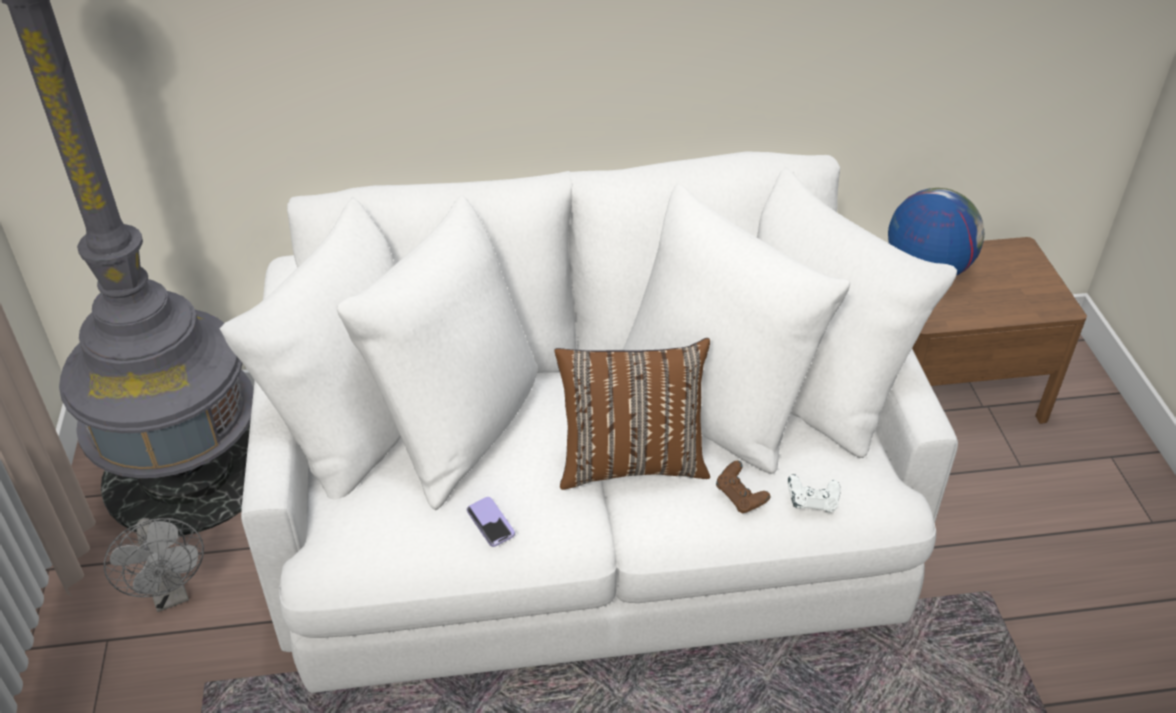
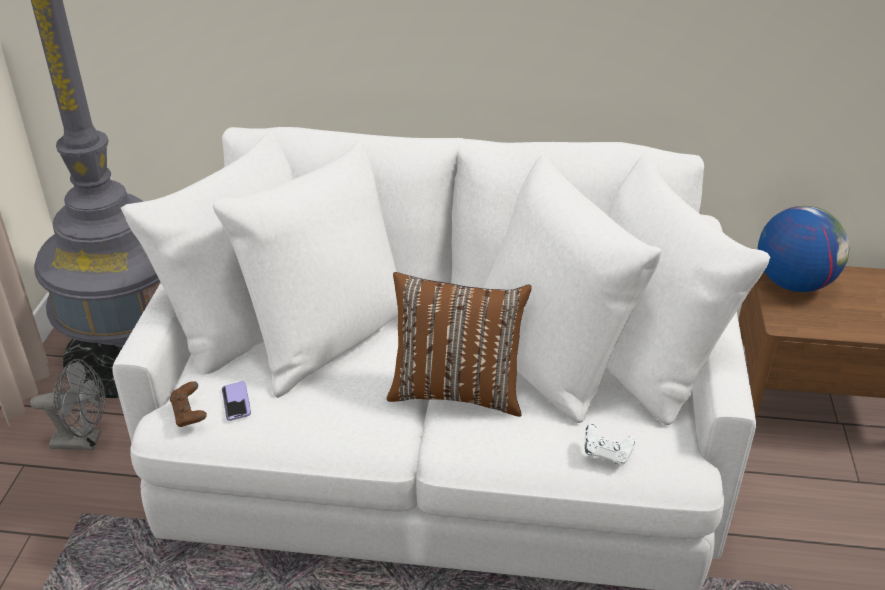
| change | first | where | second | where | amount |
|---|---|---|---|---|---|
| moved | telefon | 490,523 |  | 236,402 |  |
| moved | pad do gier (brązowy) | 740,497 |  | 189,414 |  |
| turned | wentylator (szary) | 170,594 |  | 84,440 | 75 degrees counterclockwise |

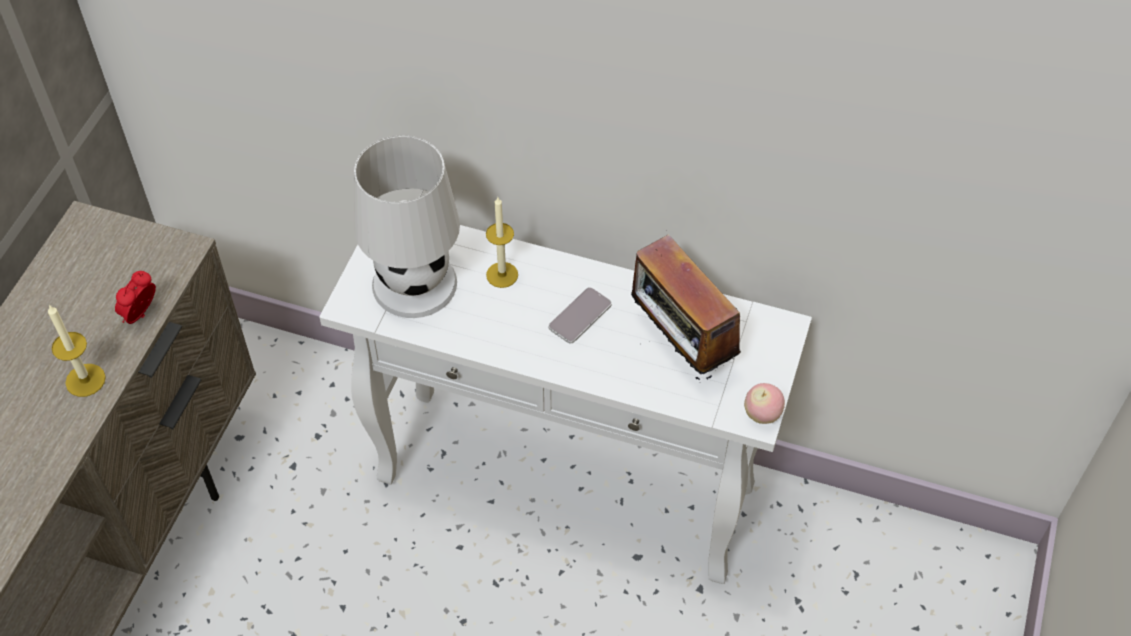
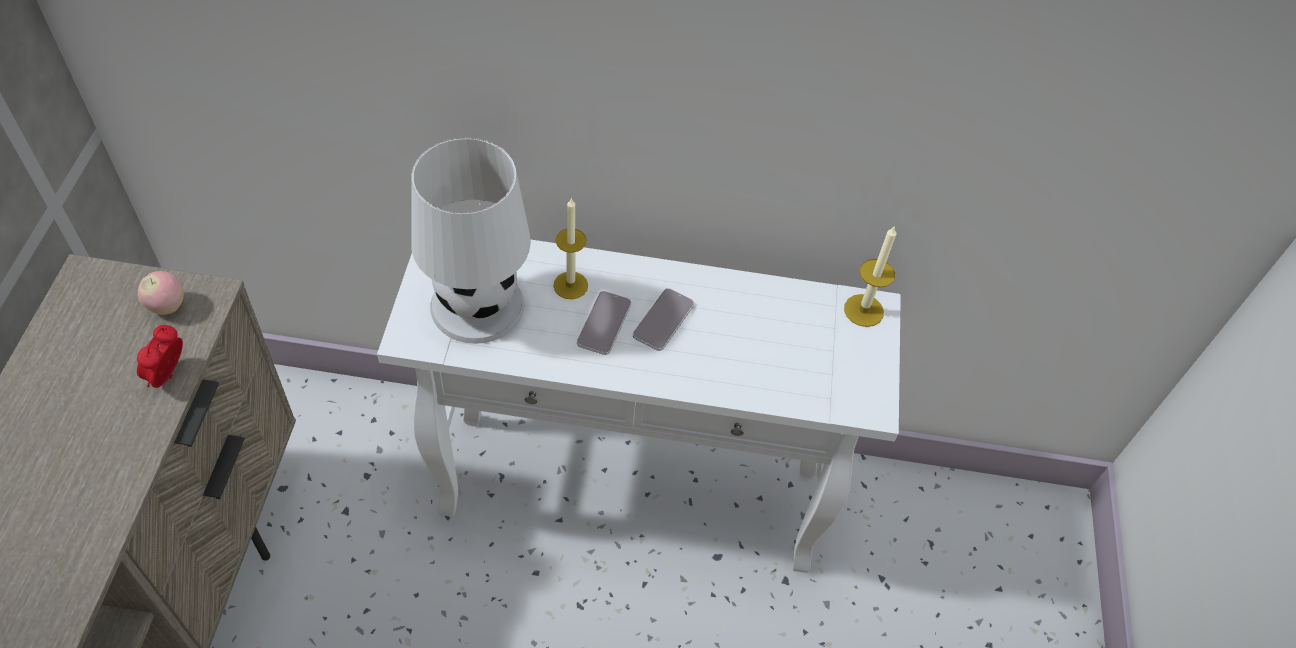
| change | first | where | second | where | amount |
|---|---|---|---|---|---|
| removed | radio | 680,346 |  |  |  |
| added |  |  | telefon | 604,323 |  |
| moved | świeca | 85,380 |  | 863,310 |  |
| moved | jabłko | 762,415 |  | 167,306 |  |

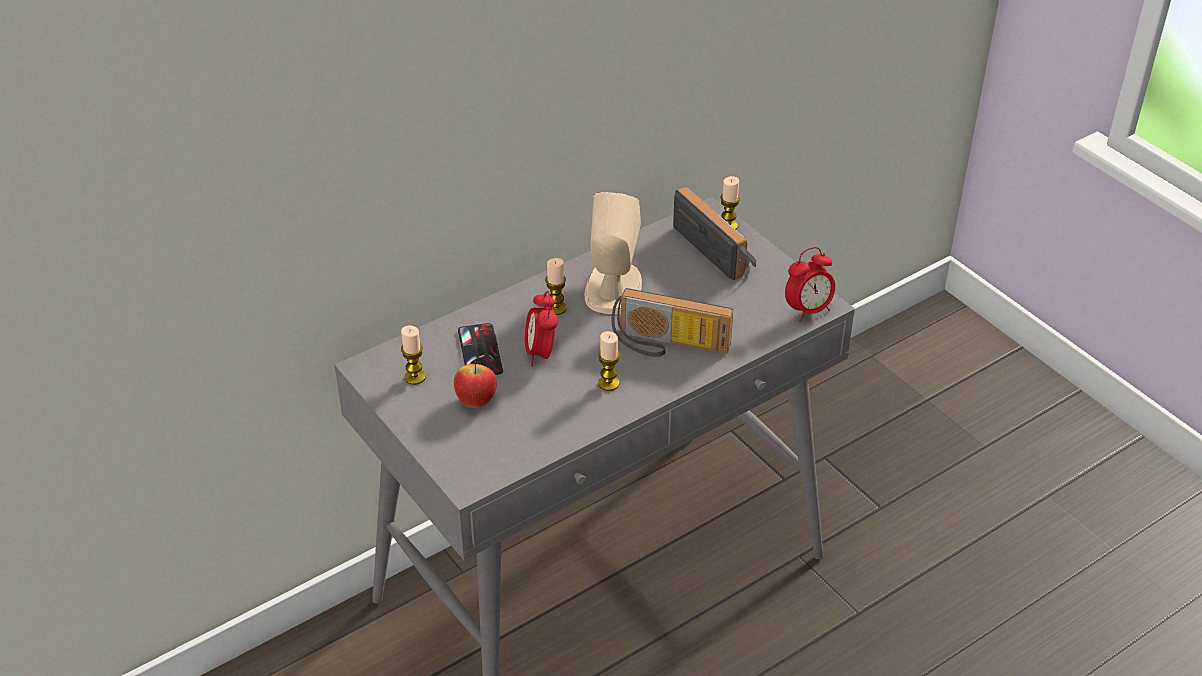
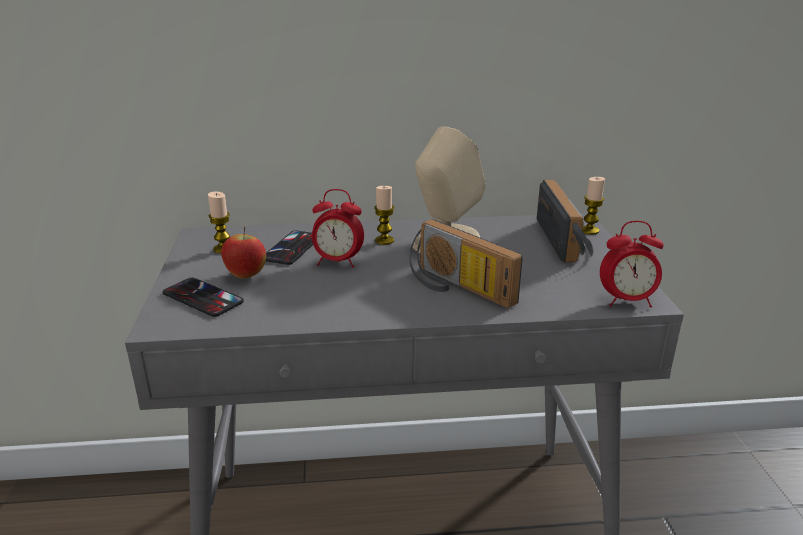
| change | first | where | second | where | amount |
|---|---|---|---|---|---|
| removed | świeca | 608,383 |  |  |  |
| added |  |  | telefon | 202,298 |  |
| turned | budzik | 541,353 |  | 338,262 | 105 degrees counterclockwise |

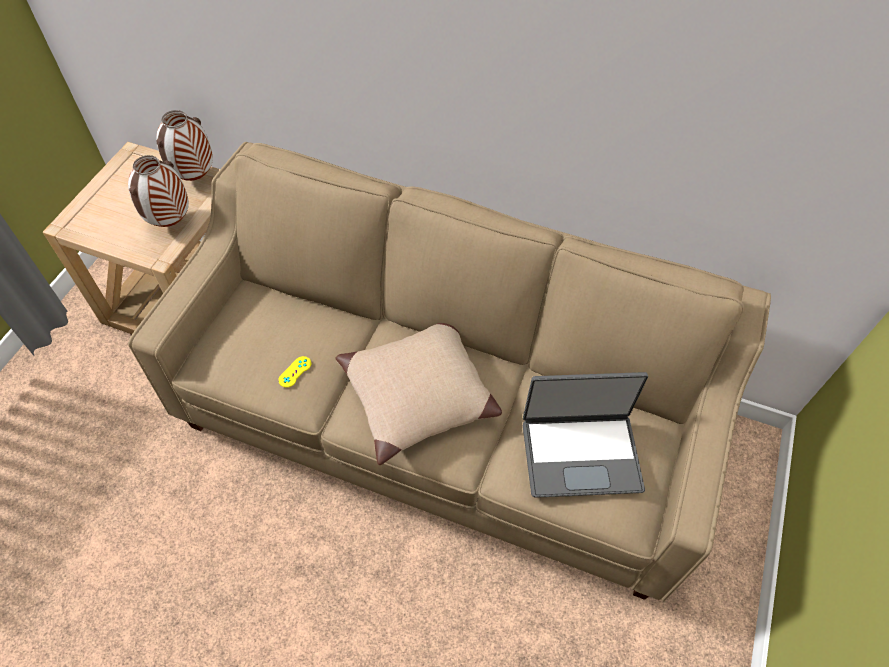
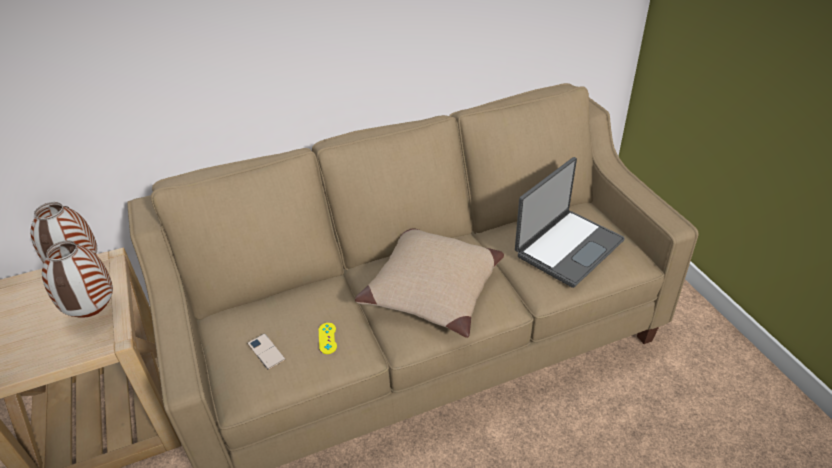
| change | first | where | second | where | amount |
|---|---|---|---|---|---|
| added |  |  | telefon | 266,351 |  |

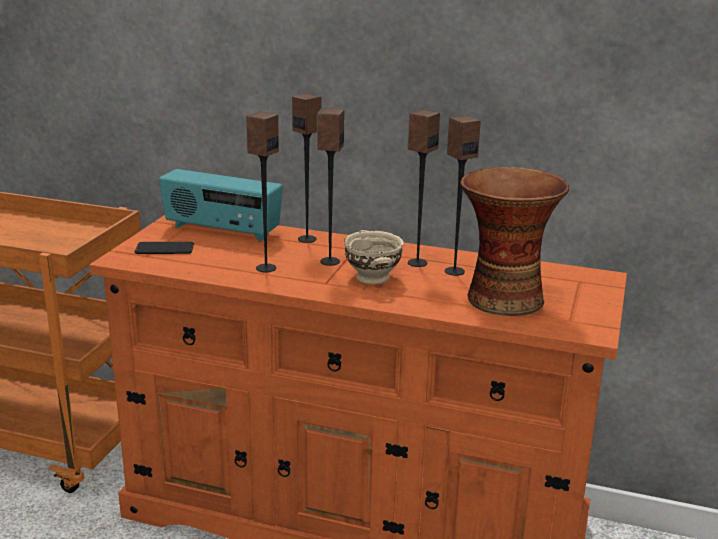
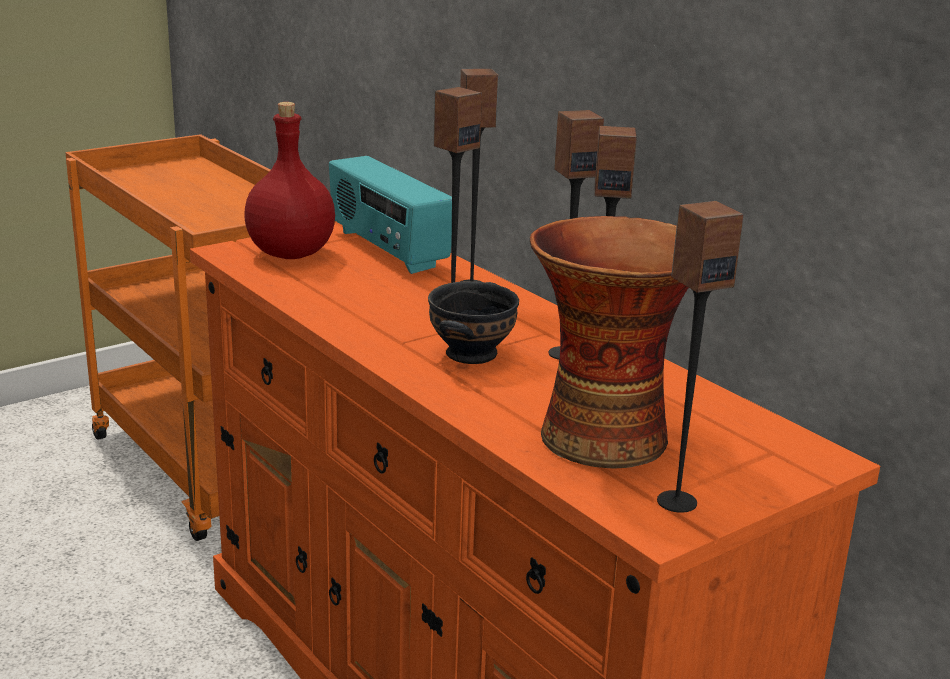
| change | first | where | second | where | amount |
|---|---|---|---|---|---|
| moved | głośnik | 265,268 |  | 676,501 |  |
| replaced | telefon | 164,249 | butelka (czerwony) | 290,253 |  |
| recoloured | miska (beżowy) | 372,278 | miska (czarny) | 469,354 |  |

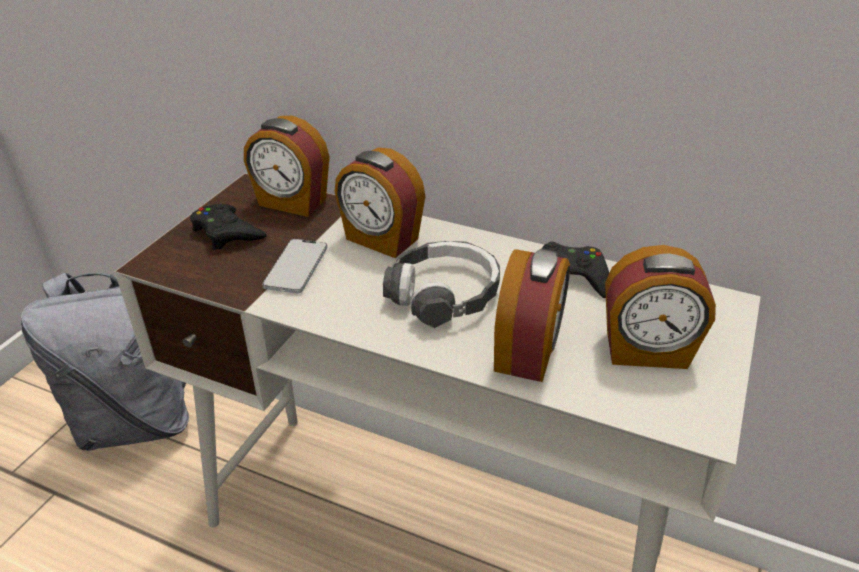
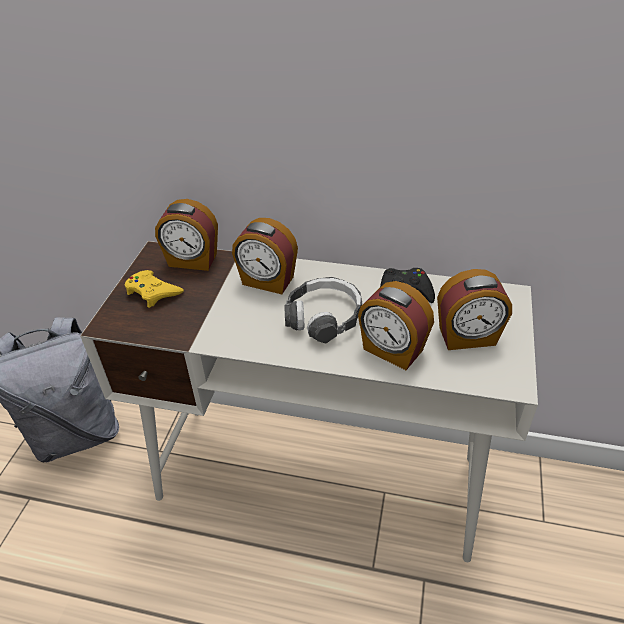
| change | first | where | second | where | amount |
|---|---|---|---|---|---|
| removed | telefon | 296,267 |  |  |  |
| recoloured | pad do gier (czarny) | 227,233 | pad do gier (żółty) | 153,292 |  |
| turned | budzik | 528,353 |  | 392,351 | 120 degrees clockwise |

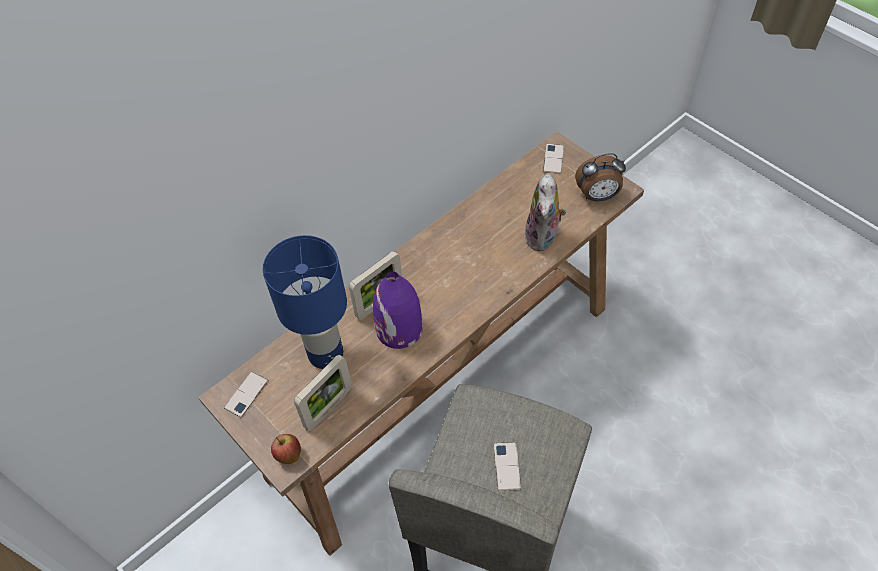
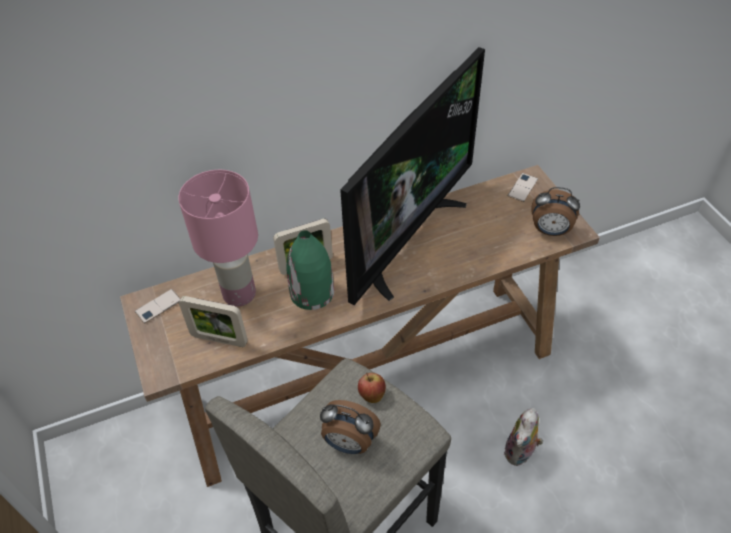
| change | first | where | second | where | amount |
|---|---|---|---|---|---|
| added |  |  | telewizor | 406,239 |  |
| moved | jabłko | 288,455 |  | 372,395 |  |
| moved | pluszak | 543,237 |  | 520,453 |  |
| replaced | telefon | 507,466 | budzik | 349,443 |  |
| recoloured | lampa stołowa (niebieski) | 325,355 | lampa stołowa (różowy) | 238,294 |  |
| recoloured | wazon (fioletowy) | 399,329 | wazon (zielony) | 312,293 |  |
| turned | ramka na zdjęcie | 328,408 |  | 219,339 | 45 degrees clockwise |

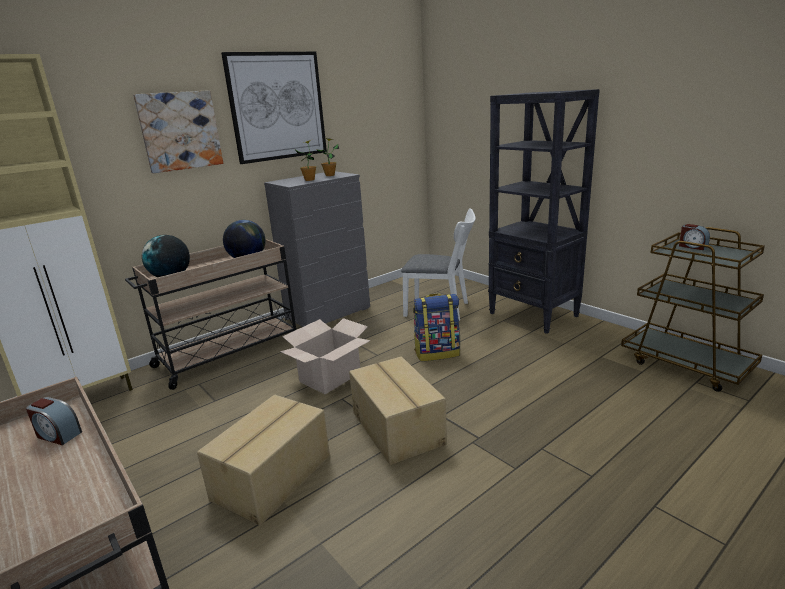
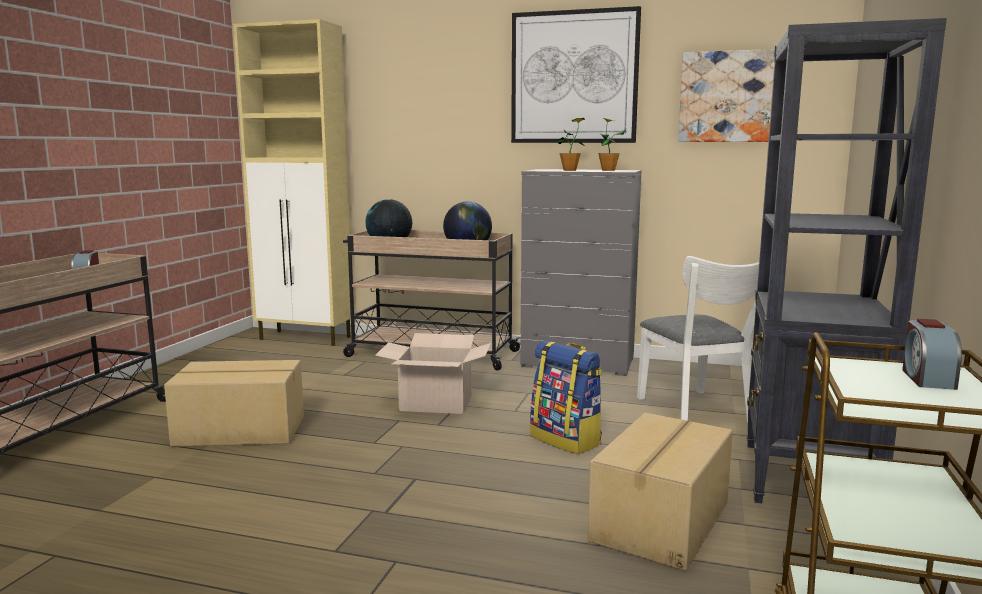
| change | first | where | second | where | amount |
|---|---|---|---|---|---|
| moved | obraz | 180,131 |  | 725,97 |  |
| moved | karton | 398,427 |  | 663,521 |  |

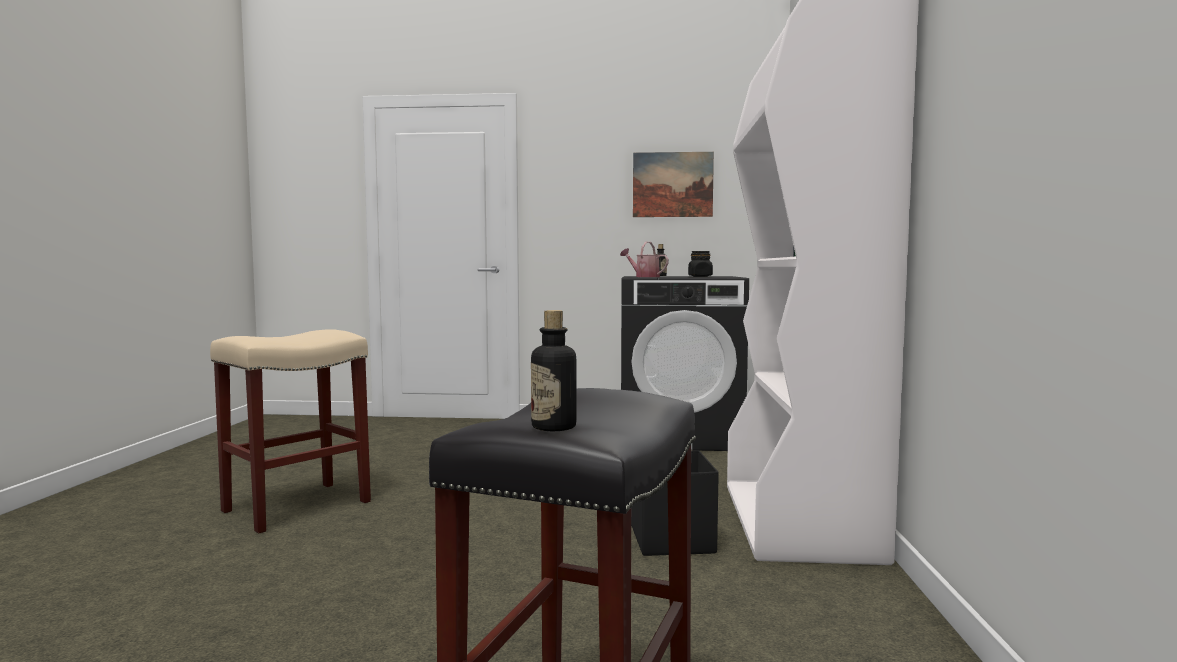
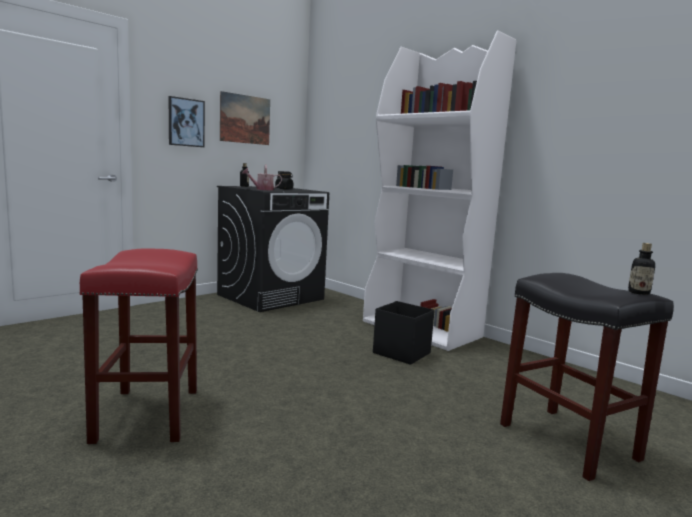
| change | first | where | second | where | amount |
|---|---|---|---|---|---|
| added |  |  | obraz | 186,122 |  |
| recoloured | stołek (beżowy) | 298,505 | stołek (czerwony) | 147,414 |  |

